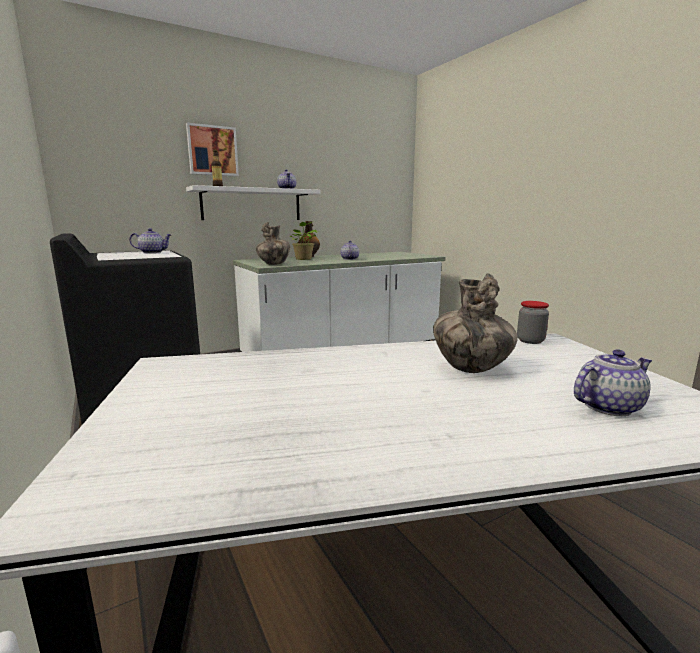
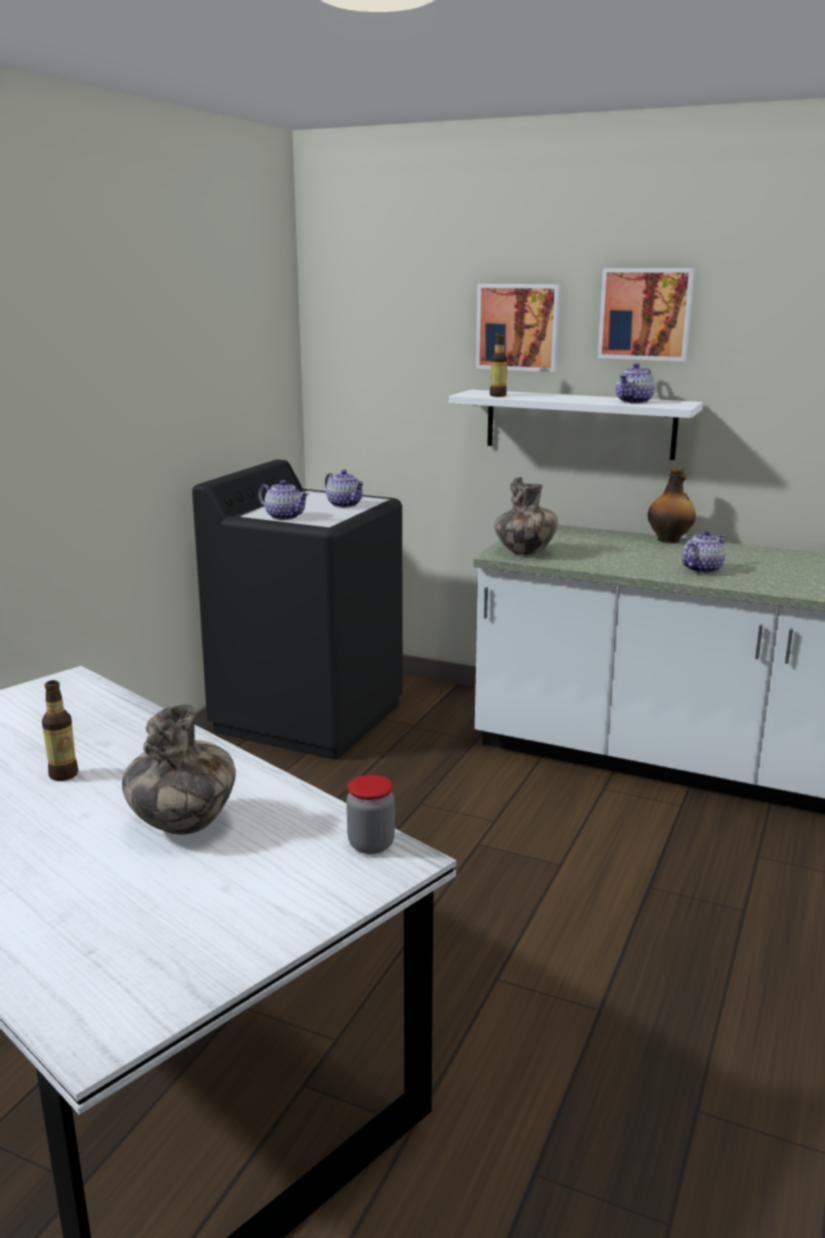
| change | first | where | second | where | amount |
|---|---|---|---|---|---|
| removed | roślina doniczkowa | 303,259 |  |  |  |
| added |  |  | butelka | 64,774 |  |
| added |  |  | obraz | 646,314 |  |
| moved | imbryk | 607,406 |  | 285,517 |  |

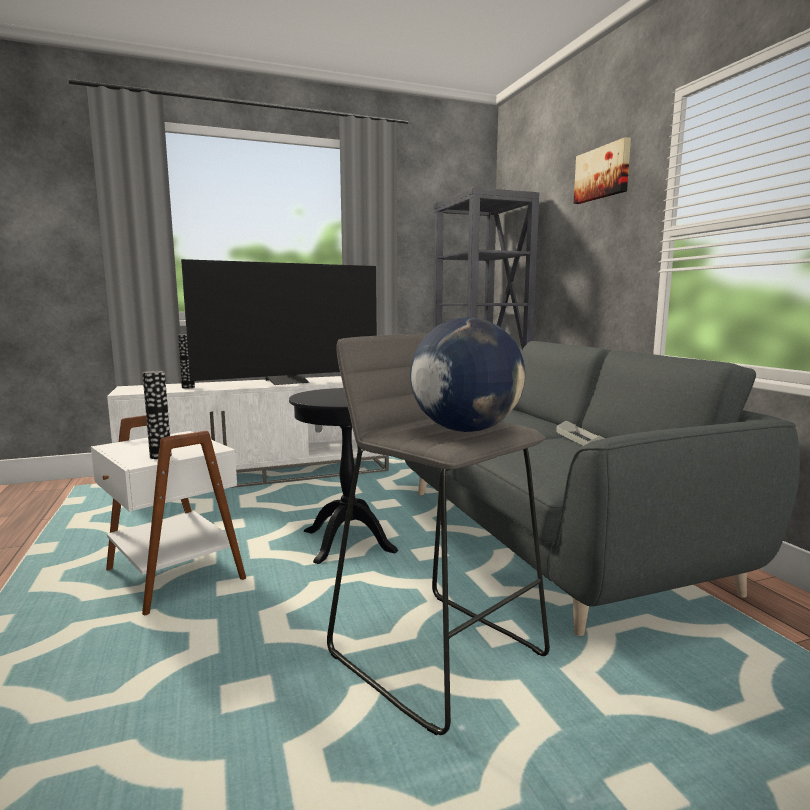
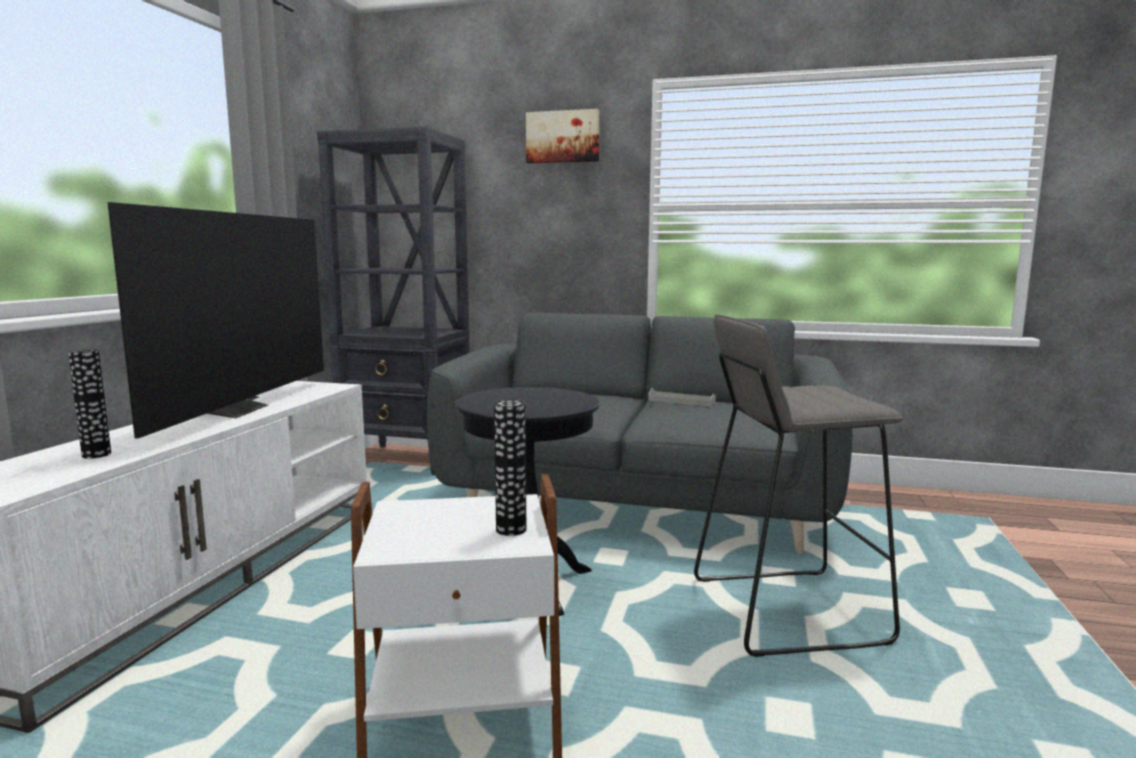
| change | first | where | second | where | amount |
|---|---|---|---|---|---|
| removed | globus | 465,430 |  |  |  |

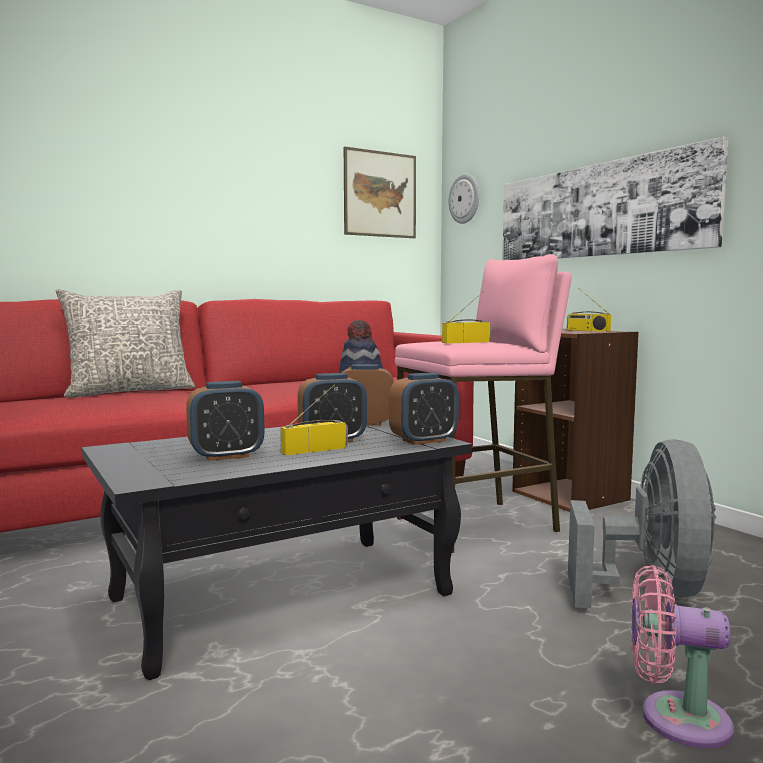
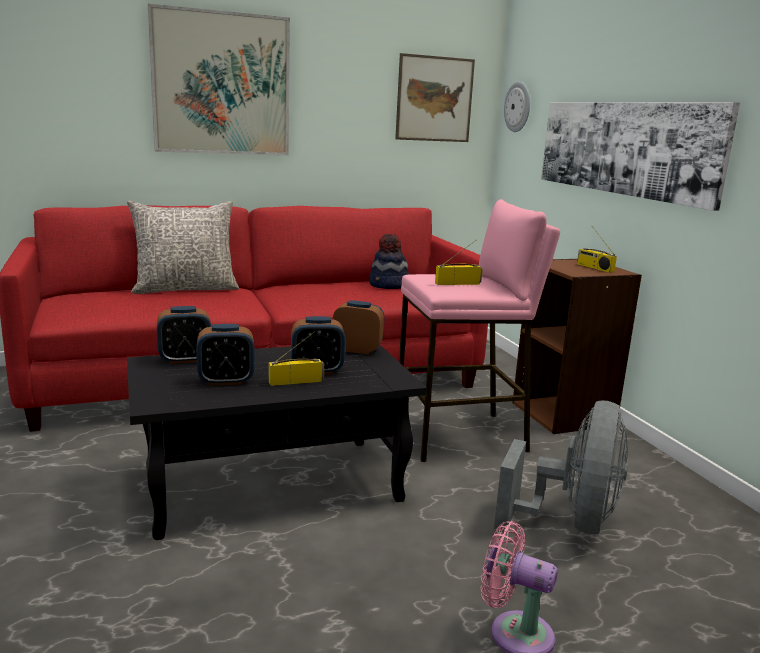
| change | first | where | second | where | amount |
|---|---|---|---|---|---|
| added |  |  | obraz | 221,84 |  |
| moved | budzik | 424,441 |  | 185,359 |  |

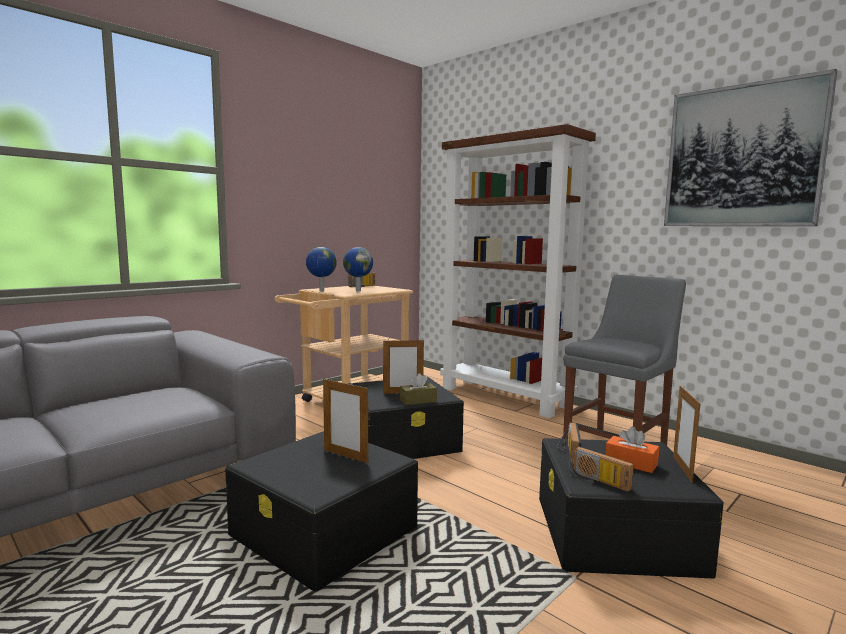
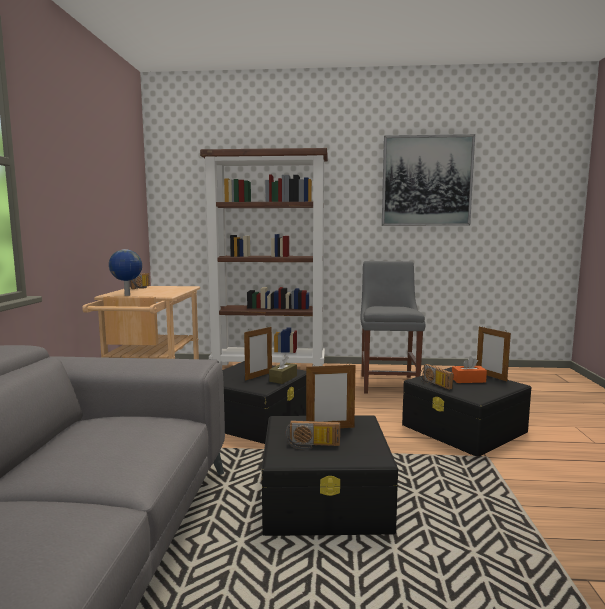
| change | first | where | second | where | amount |
|---|---|---|---|---|---|
| removed | globus | 358,291 |  |  |  |
| moved | radio | 596,481 |  | 312,446 |  |

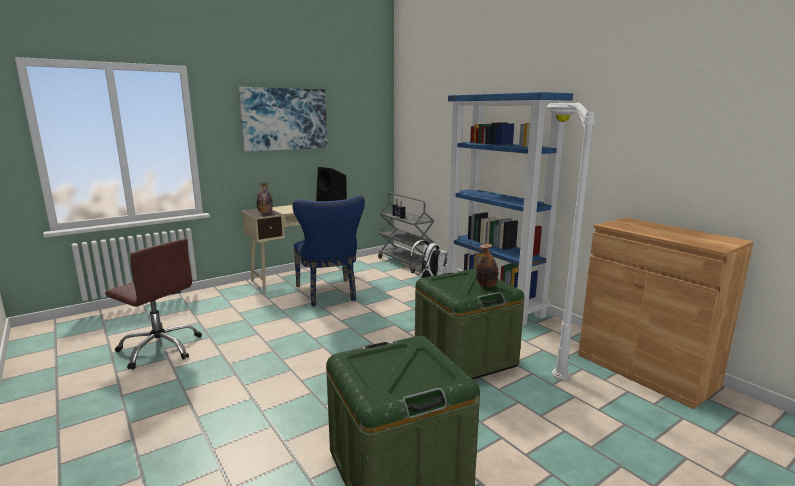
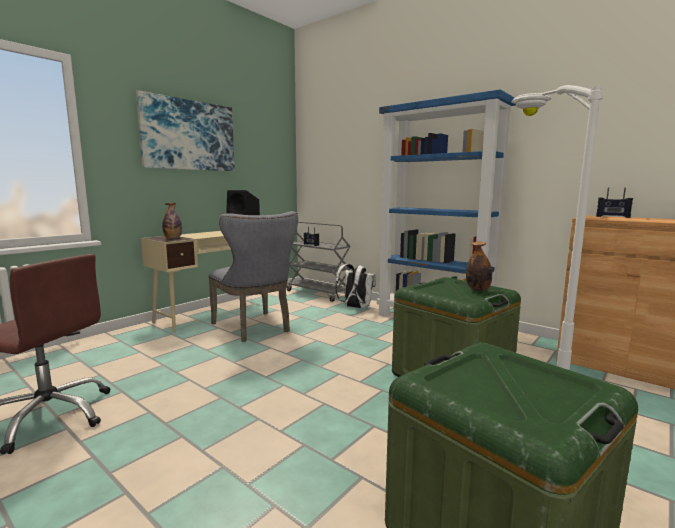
| change | first | where | second | where | amount |
|---|---|---|---|---|---|
| added |  |  | radio | 612,217 |  |
| recoloured | krzesło (niebieski) | 329,294 | krzesło (szary) | 255,328 |  |

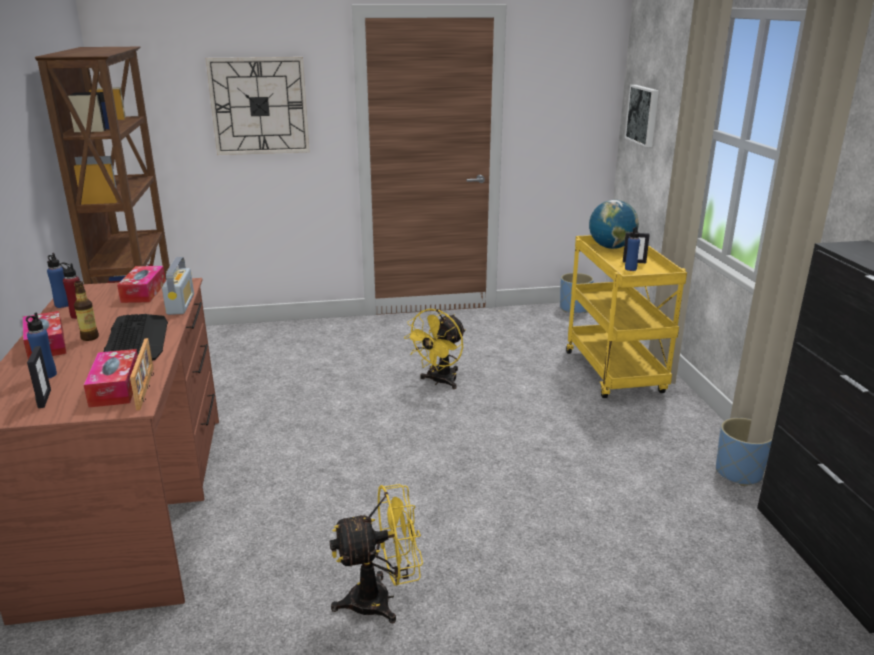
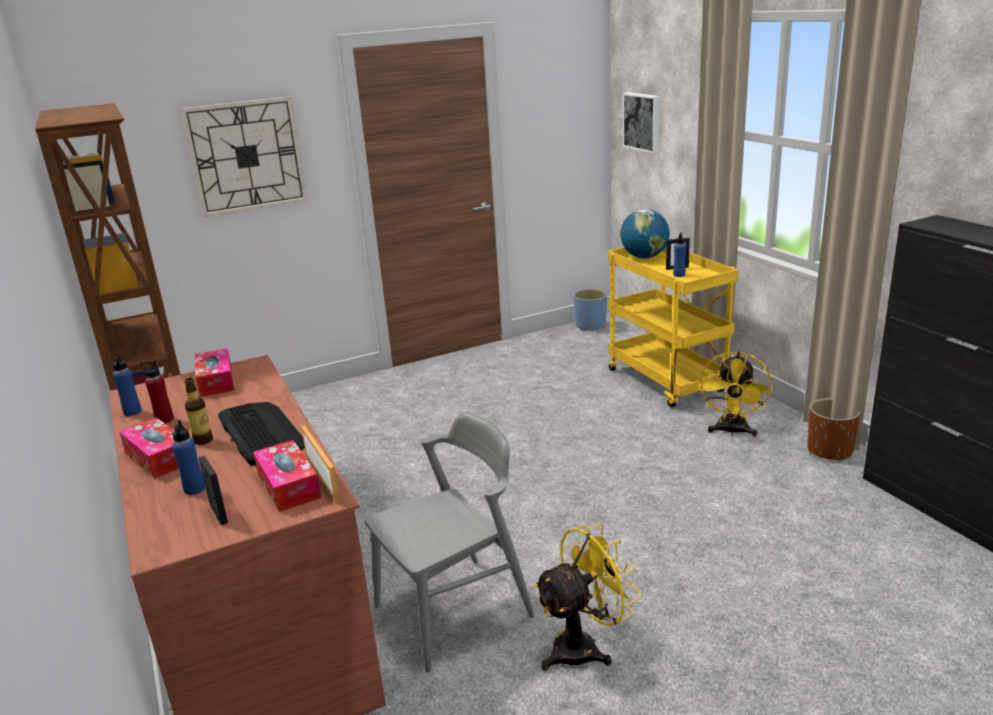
| change | first | where | second | where | amount |
|---|---|---|---|---|---|
| removed | radio | 180,304 |  |  |  |
| added |  |  | krzesło (szary) | 454,611 |  |
| moved | wentylator (żółty) | 439,382 |  | 732,431 |  |
| recoloured | donica (niebieski) | 739,473 | donica (brązowy) | 830,450 |  |

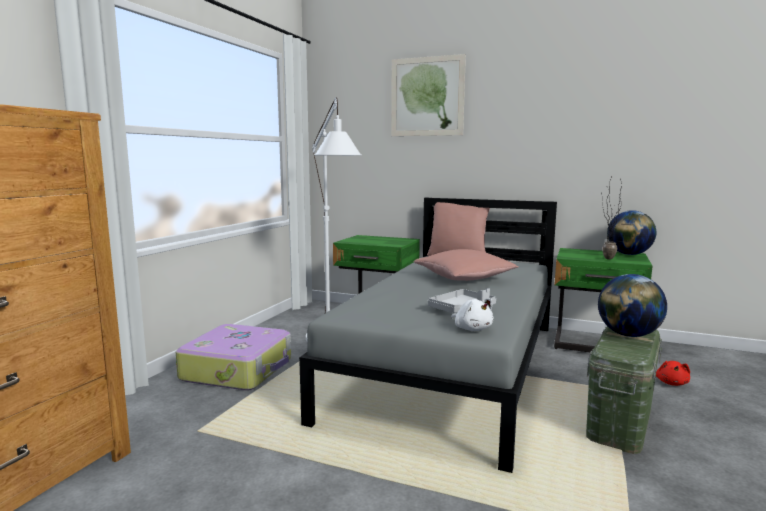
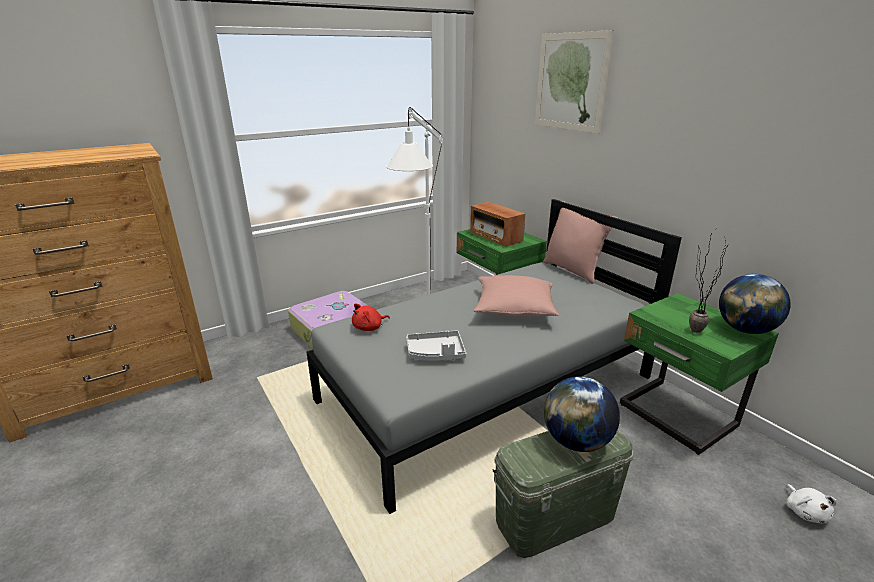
| change | first | where | second | where | amount |
|---|---|---|---|---|---|
| added |  |  | radio | 495,237 |  |
| moved | pluszak (biały) | 472,329 |  | 805,512 |  |
| moved | pluszak (czerwony) | 672,383 |  | 369,328 |  |

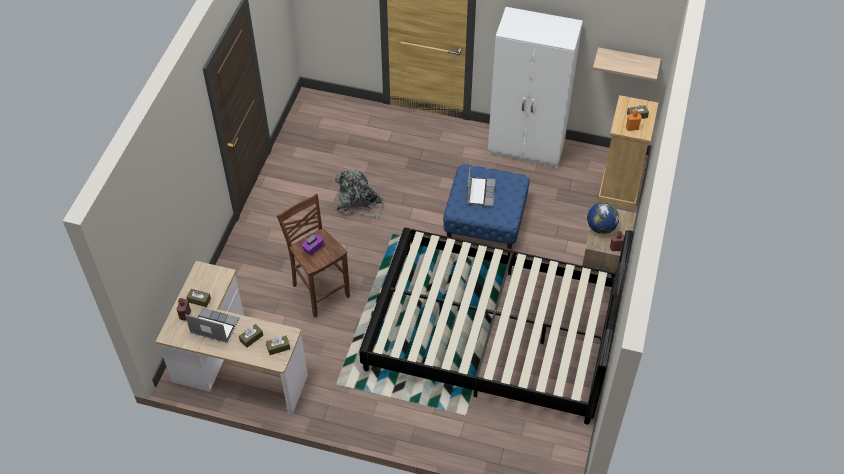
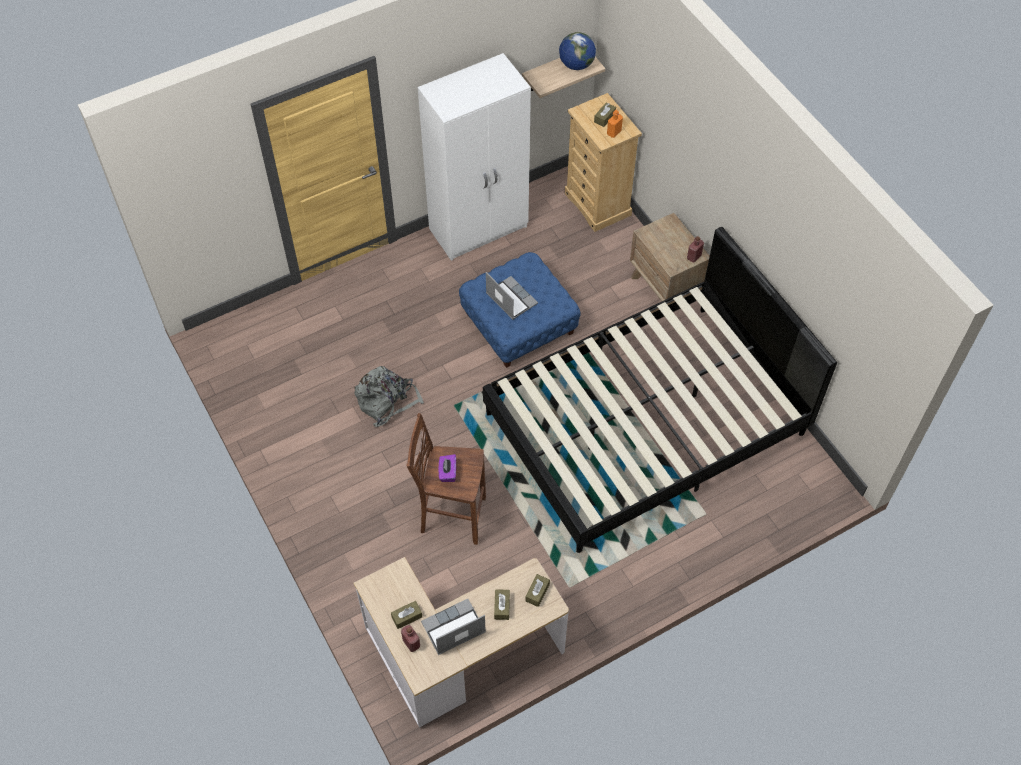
| change | first | where | second | where | amount |
|---|---|---|---|---|---|
| moved | globus | 601,227 |  | 576,65 |  |

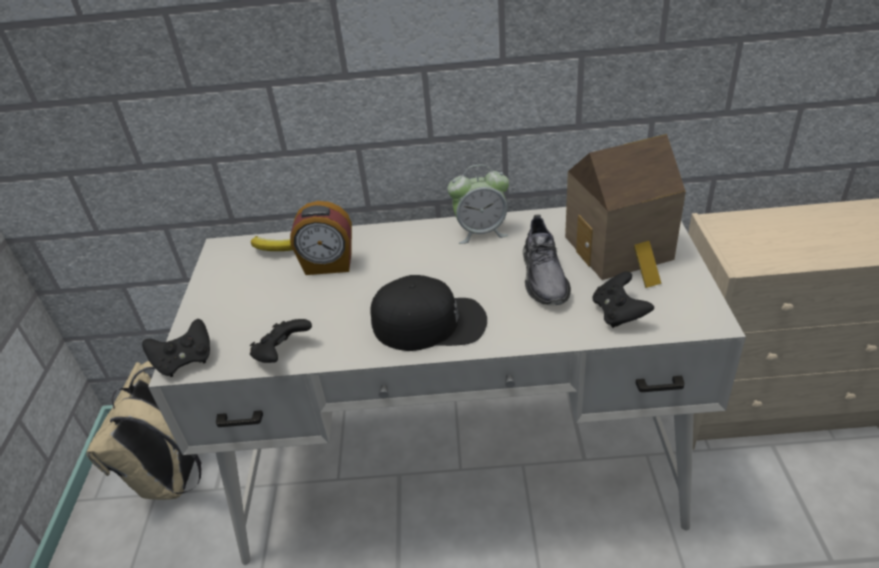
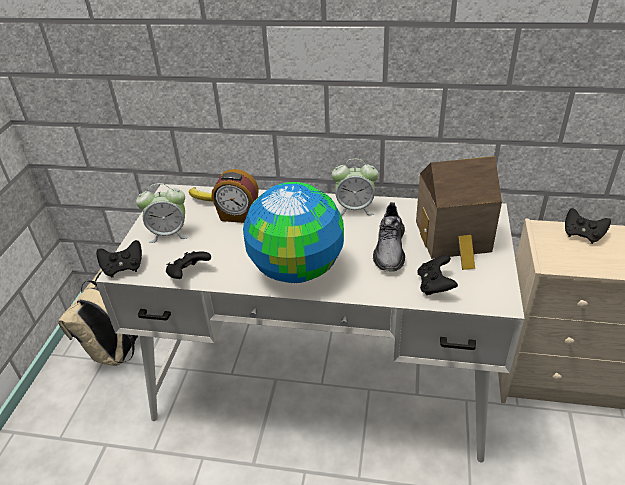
| change | first | where | second | where | amount |
|---|---|---|---|---|---|
| added |  |  | budzik | 169,233 |  |
| added |  |  | pad do gier (czarny) | 582,235 |  |
| replaced | czapka z daszkiem (czarny) | 430,322 | globus | 296,269 |  |

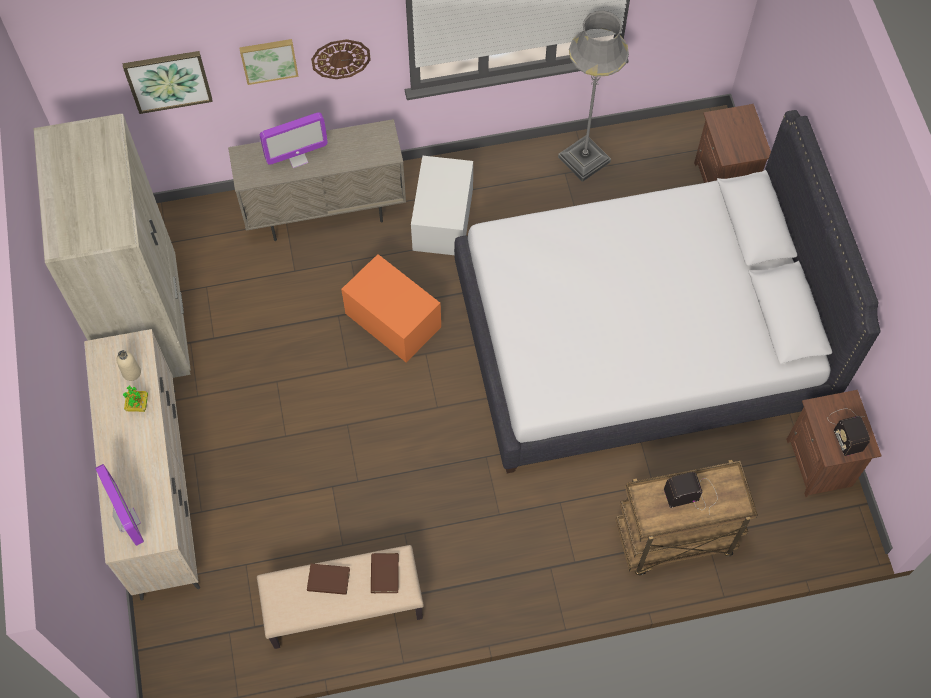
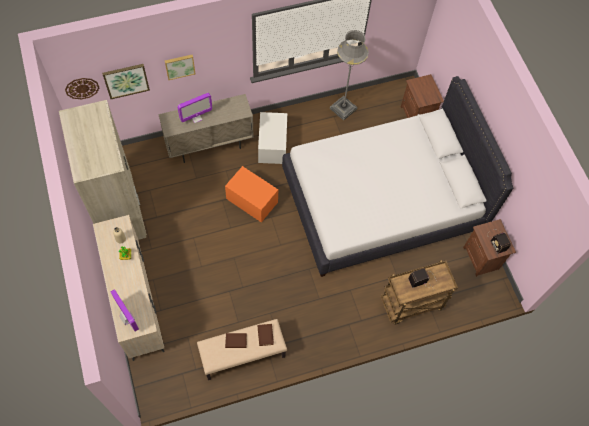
| change | first | where | second | where | amount |
|---|---|---|---|---|---|
| moved | zegar ścienny | 340,58 |  | 82,88 |  |

